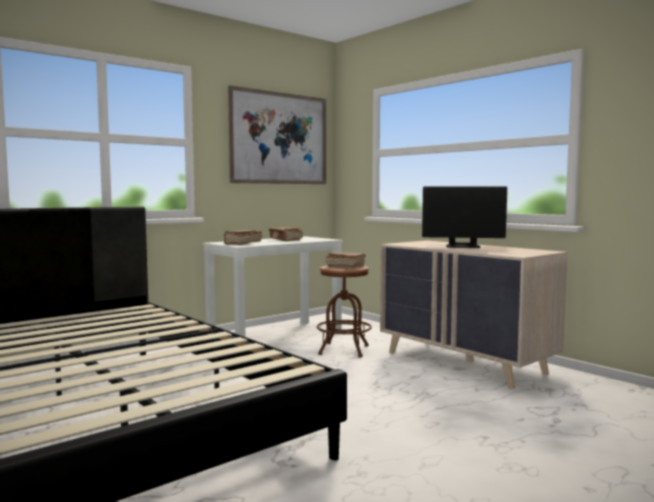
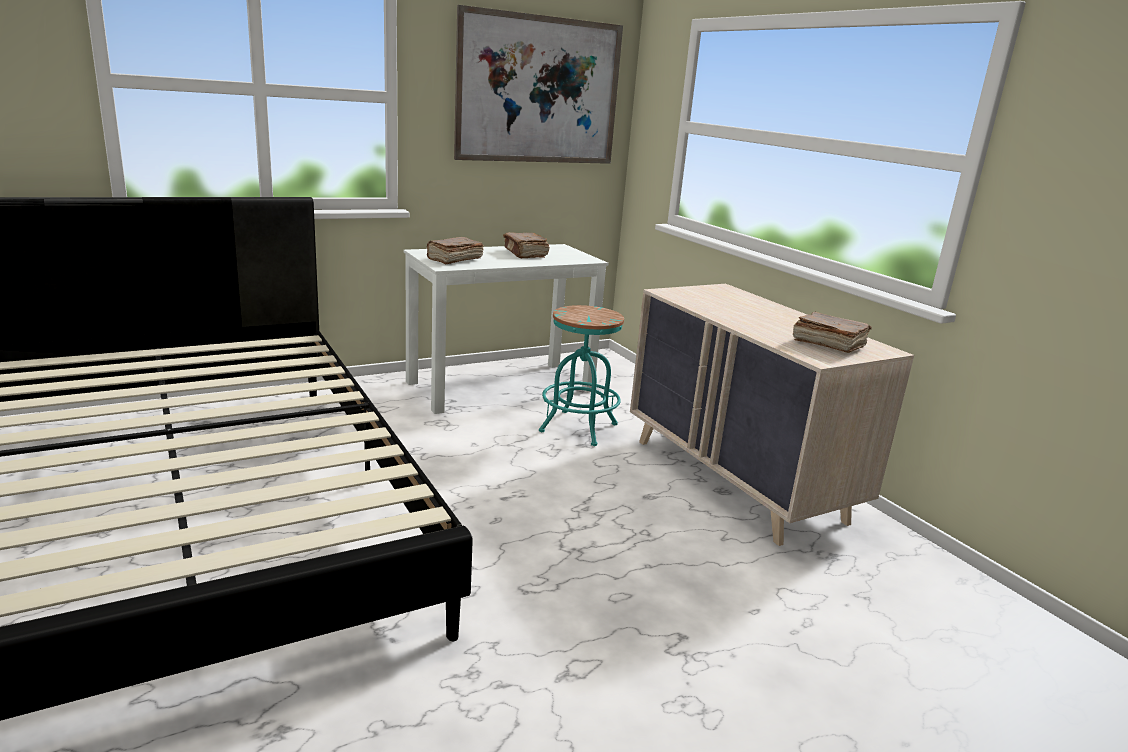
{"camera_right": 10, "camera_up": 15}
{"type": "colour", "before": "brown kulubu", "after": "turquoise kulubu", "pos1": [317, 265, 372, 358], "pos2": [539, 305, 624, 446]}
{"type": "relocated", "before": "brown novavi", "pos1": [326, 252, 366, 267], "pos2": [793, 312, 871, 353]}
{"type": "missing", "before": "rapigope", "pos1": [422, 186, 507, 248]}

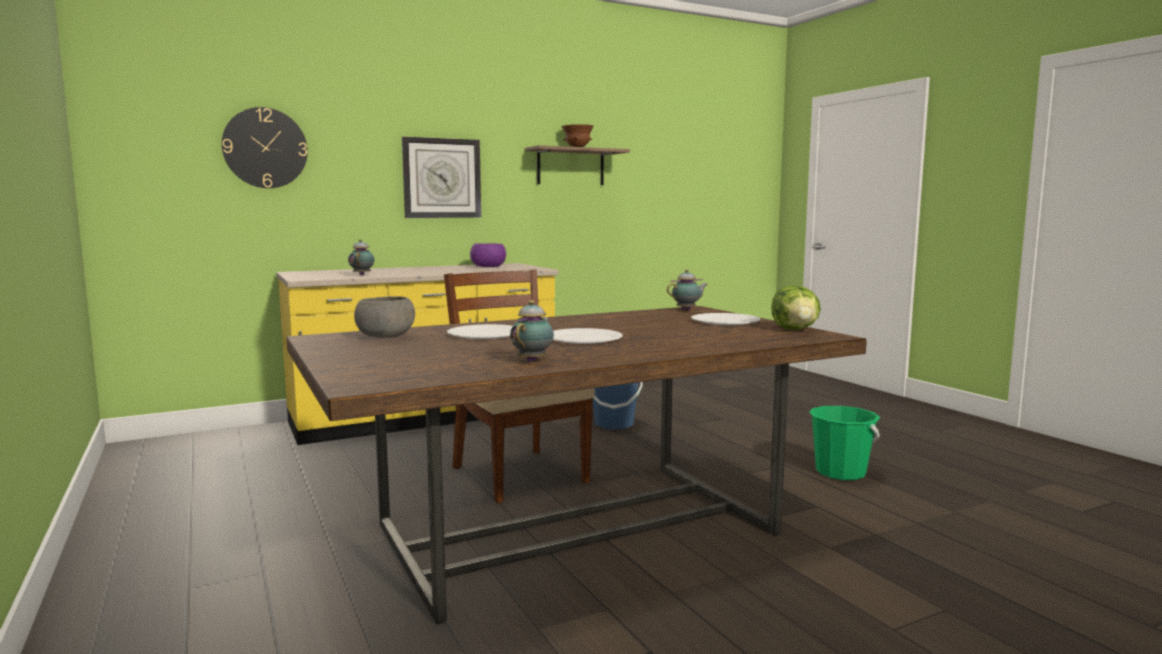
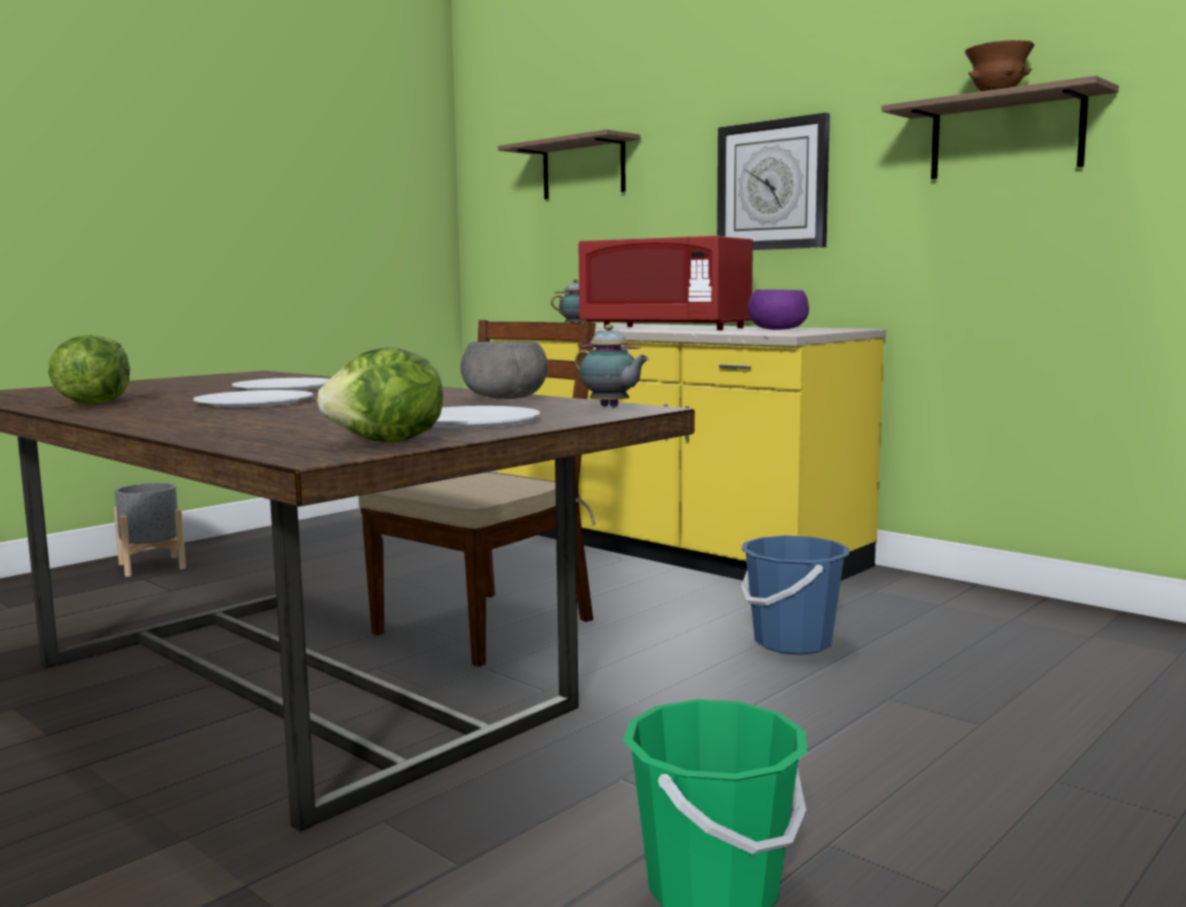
{"camera_right": 70, "camera_up": 0}
{"type": "exchanged", "before": "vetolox", "after": "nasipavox", "pos1": [222, 107, 308, 188], "pos2": [498, 129, 640, 199]}
{"type": "relocated", "before": "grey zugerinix", "pos1": [354, 296, 415, 338], "pos2": [461, 341, 548, 399]}
{"type": "exchanged", "before": "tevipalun", "after": "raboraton", "pos1": [510, 300, 554, 362], "pos2": [48, 335, 130, 404]}
{"type": "appeared", "after": "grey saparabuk", "pos2": [114, 483, 186, 577]}
{"type": "appeared", "after": "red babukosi", "pos2": [578, 235, 753, 330]}

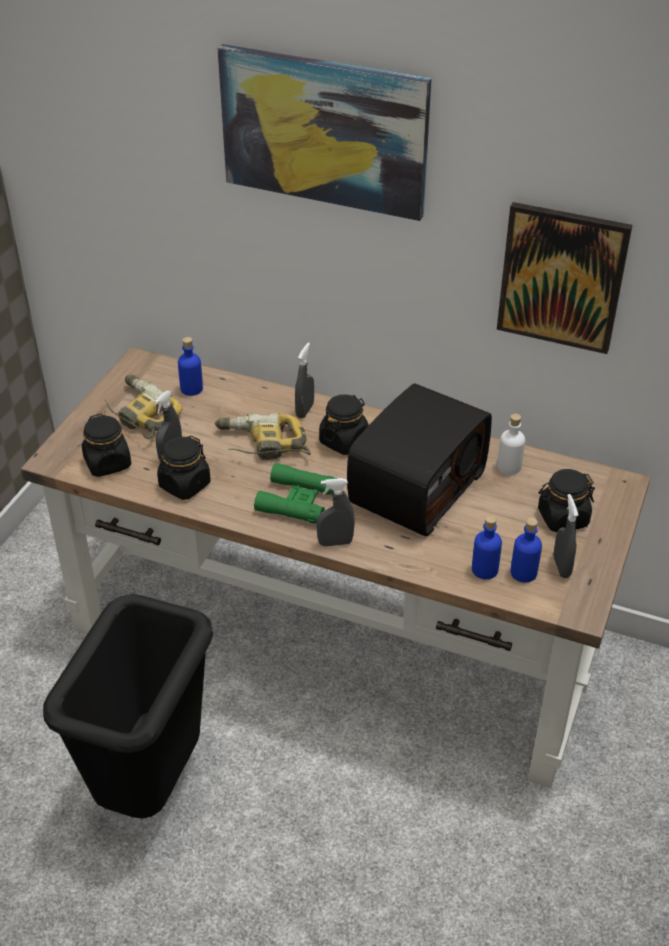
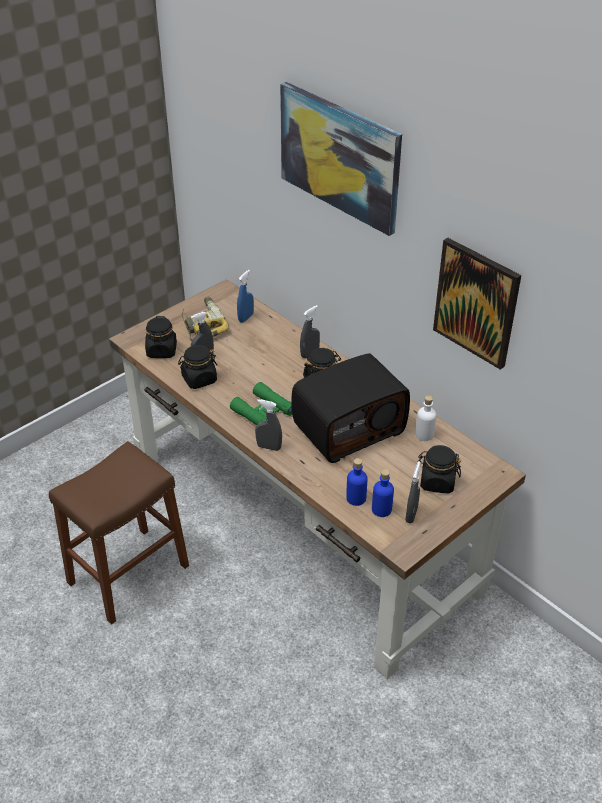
{"camera_right": 25, "camera_up": 0}
{"type": "exchanged", "before": "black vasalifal", "after": "brown kulubu", "pos1": [43, 594, 213, 819], "pos2": [49, 441, 189, 624]}
{"type": "exchanged", "before": "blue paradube", "after": "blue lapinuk", "pos1": [178, 337, 203, 396], "pos2": [237, 270, 254, 323]}
{"type": "missing", "before": "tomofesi", "pos1": [215, 413, 311, 460]}

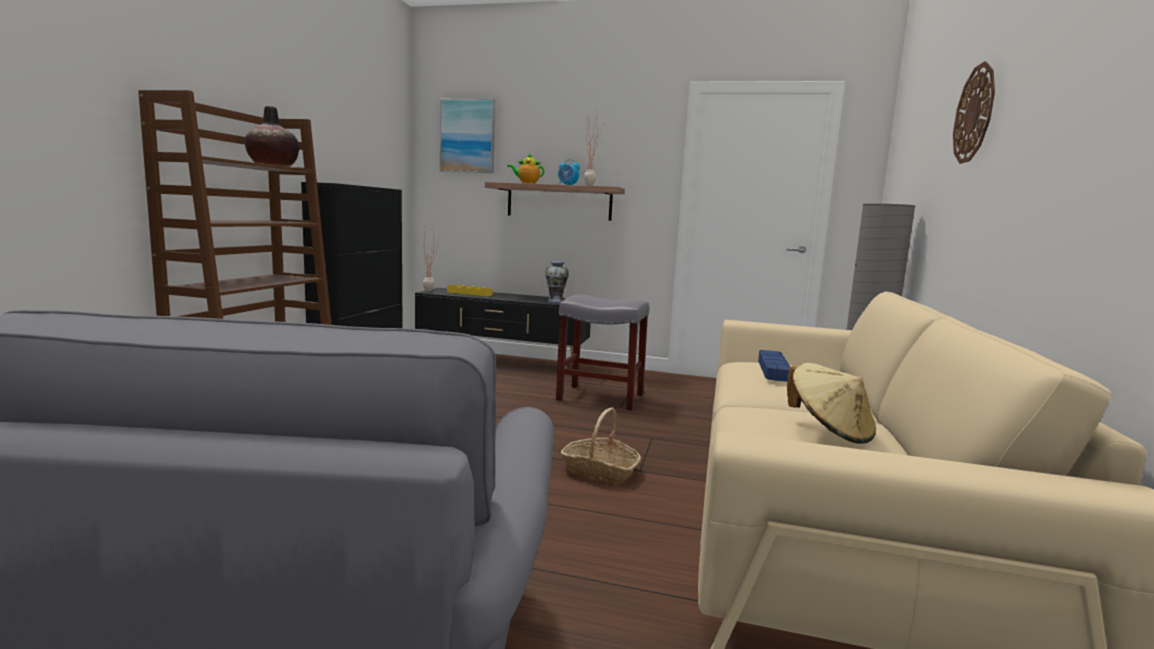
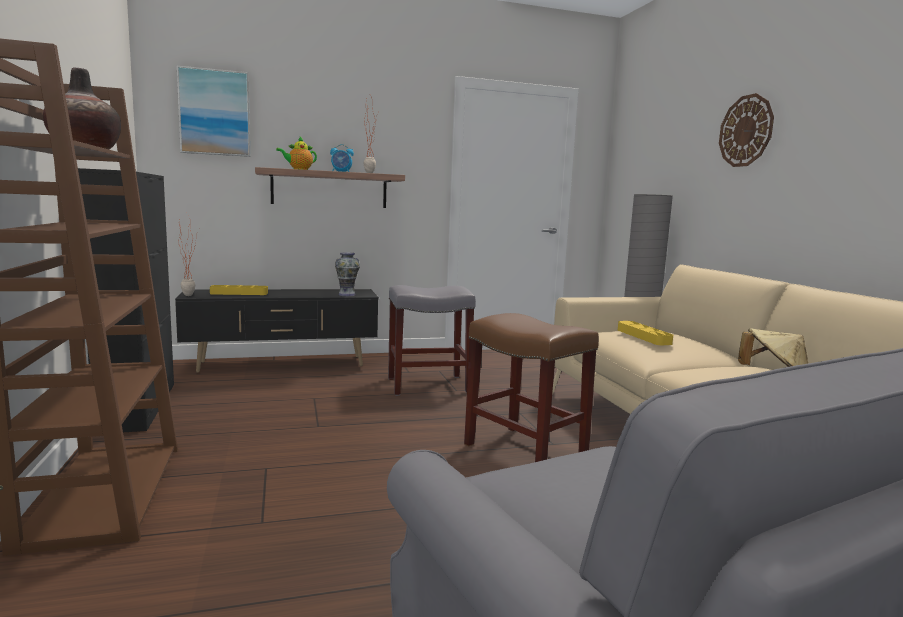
{"camera_right": -30, "camera_up": 0}
{"type": "exchanged", "before": "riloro", "after": "brown kulubu", "pos1": [561, 407, 641, 484], "pos2": [464, 313, 599, 462]}
{"type": "colour", "before": "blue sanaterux", "after": "yellow sanaterux", "pos1": [758, 350, 790, 382], "pos2": [618, 321, 673, 345]}

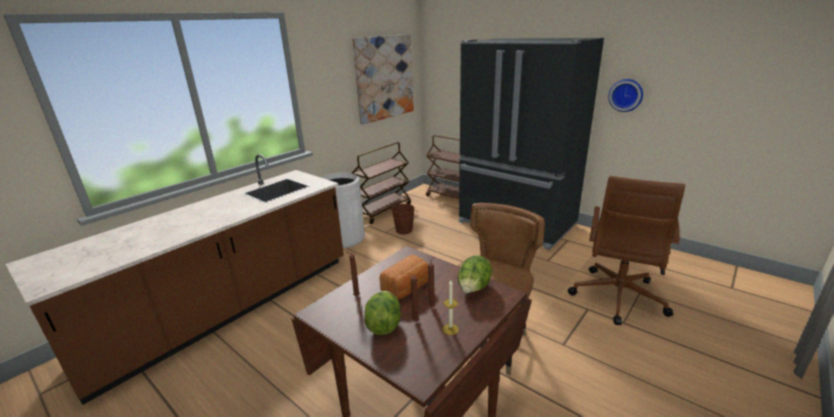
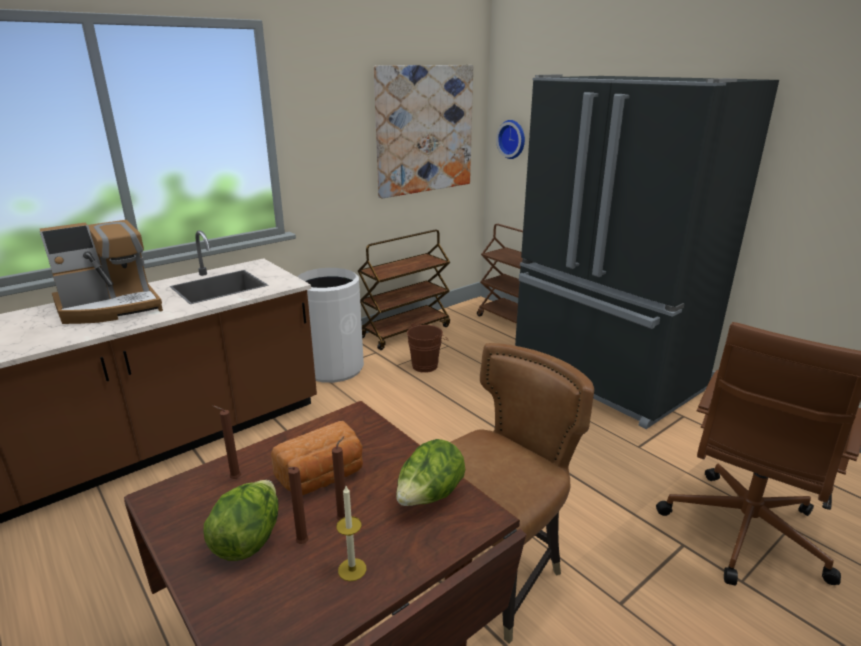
{"camera_right": 10, "camera_up": 0}
{"type": "relocated", "before": "vetolox", "pos1": [608, 79, 643, 112], "pos2": [496, 120, 525, 159]}
{"type": "appeared", "after": "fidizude", "pos2": [40, 220, 163, 324]}

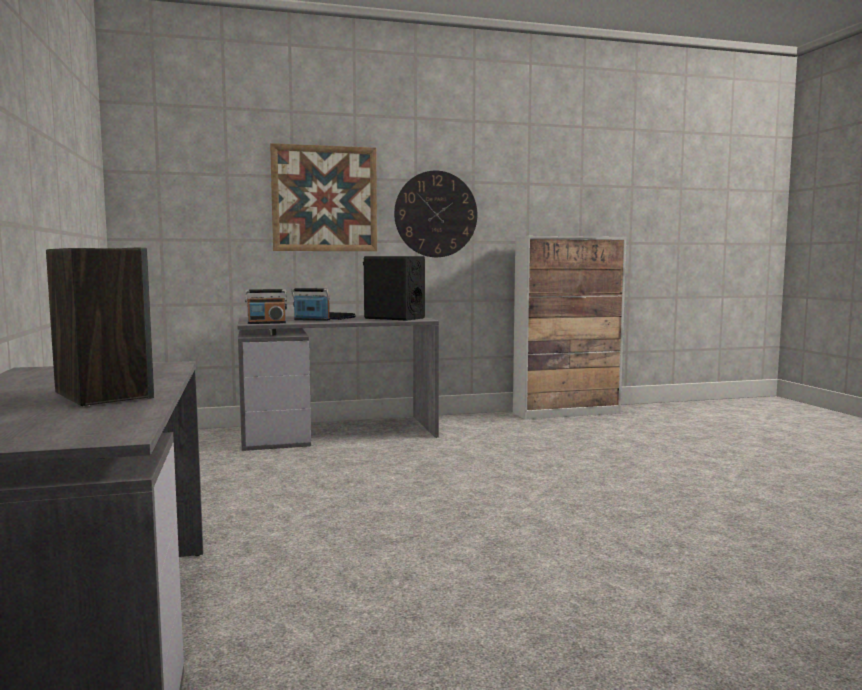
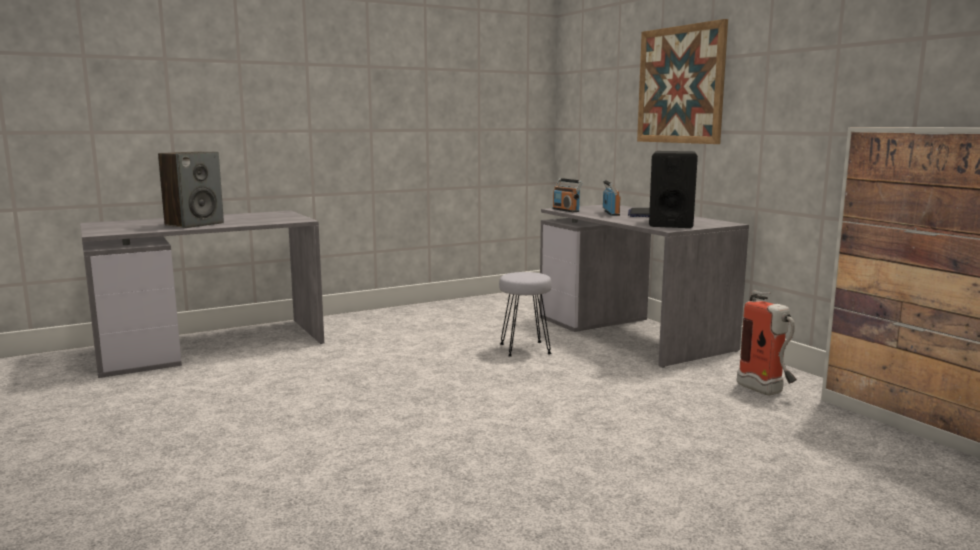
{"camera_right": 75, "camera_up": 5}
{"type": "missing", "before": "vetolox", "pos1": [394, 171, 477, 257]}
{"type": "appeared", "after": "grey kulubu", "pos2": [499, 272, 552, 357]}
{"type": "appeared", "after": "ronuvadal", "pos2": [737, 290, 797, 395]}

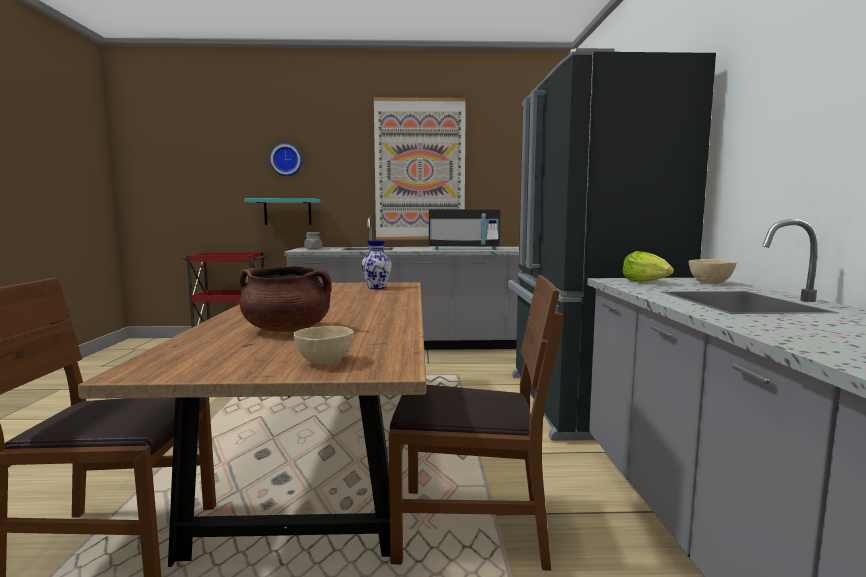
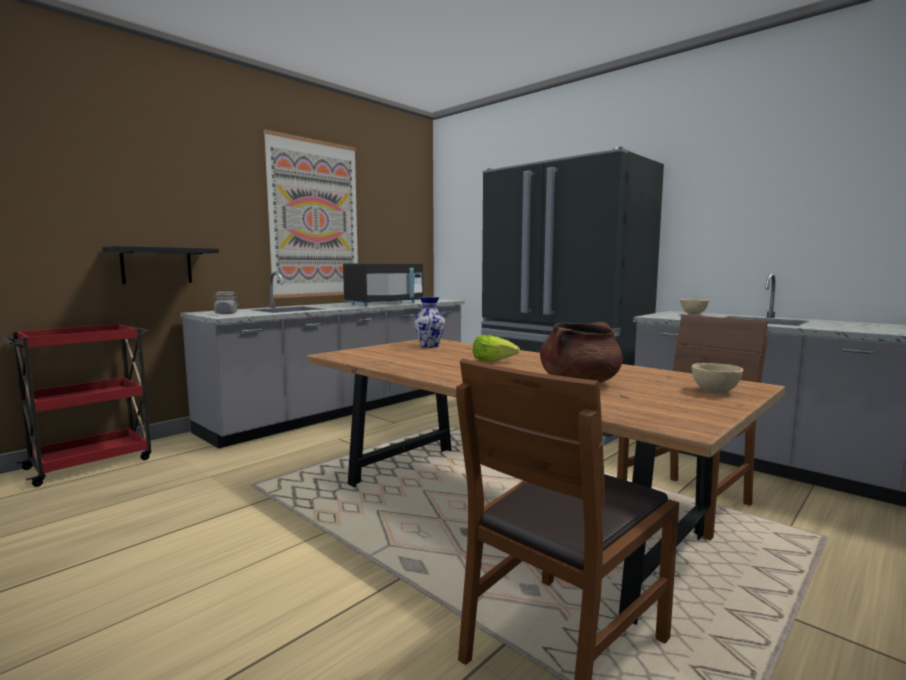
{"camera_right": -45, "camera_up": 0}
{"type": "colour", "before": "turquoise nasipavox", "after": "black nasipavox", "pos1": [244, 198, 320, 225], "pos2": [103, 246, 219, 284]}
{"type": "missing", "before": "vetolox", "pos1": [270, 143, 302, 176]}
{"type": "relocated", "before": "raboraton", "pos1": [622, 251, 674, 282], "pos2": [473, 335, 520, 361]}

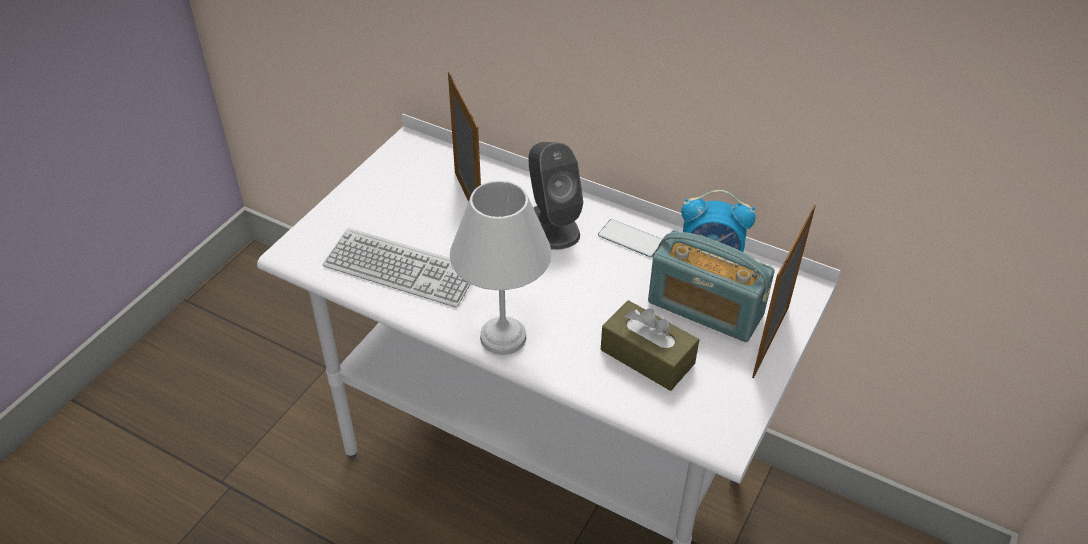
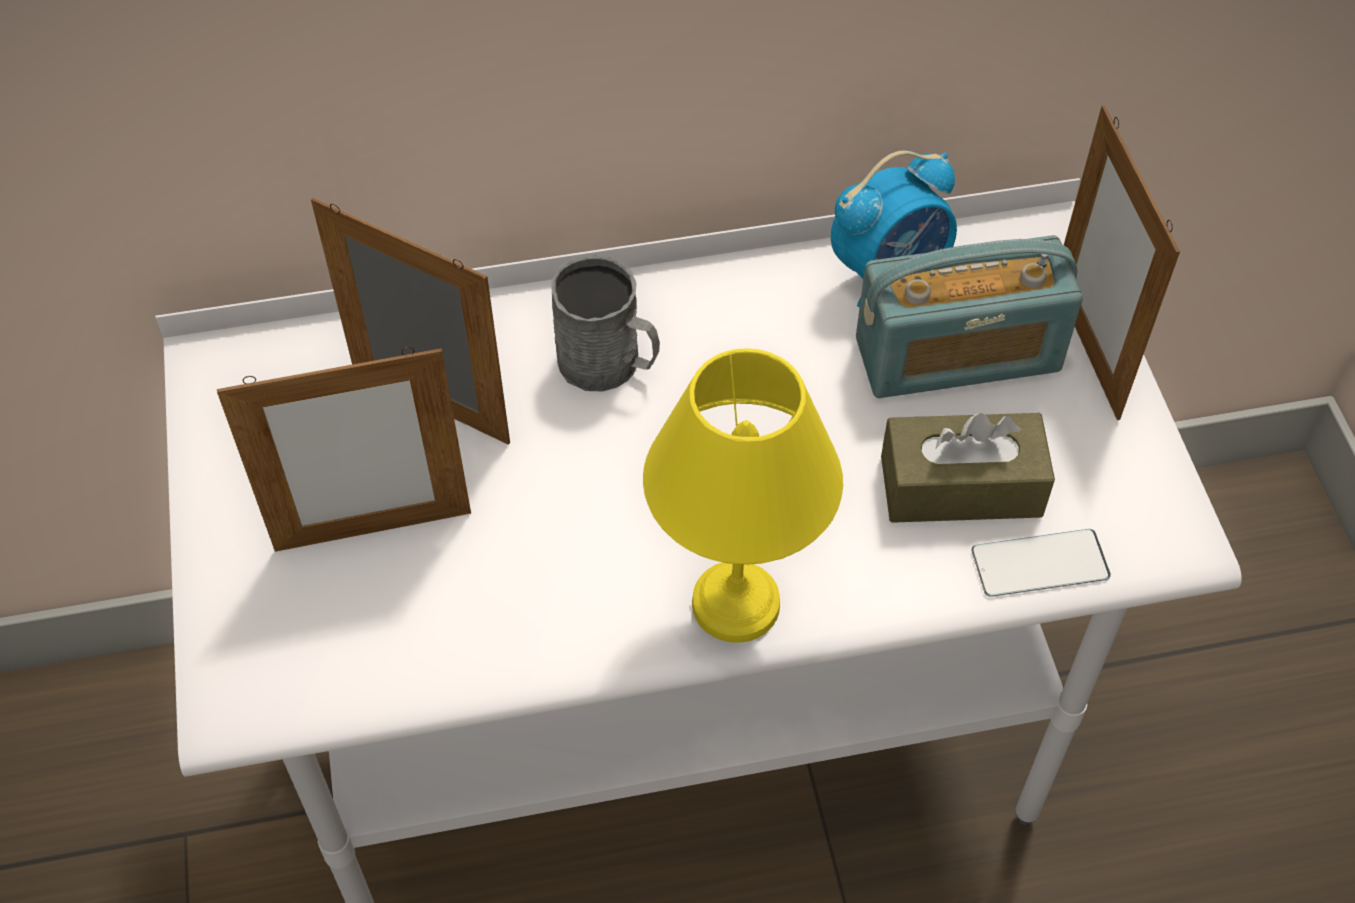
{"camera_right": -40, "camera_up": 10}
{"type": "missing", "before": "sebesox", "pos1": [323, 228, 471, 308]}
{"type": "colour", "before": "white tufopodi", "after": "yellow tufopodi", "pos1": [450, 181, 552, 355], "pos2": [643, 348, 843, 643]}
{"type": "exchanged", "before": "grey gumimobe", "after": "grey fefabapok", "pos1": [529, 142, 583, 250], "pos2": [552, 255, 660, 391]}
{"type": "relocated", "before": "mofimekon", "pos1": [598, 219, 662, 257], "pos2": [972, 529, 1111, 597]}
{"type": "appeared", "after": "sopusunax", "pos2": [217, 347, 471, 552]}

